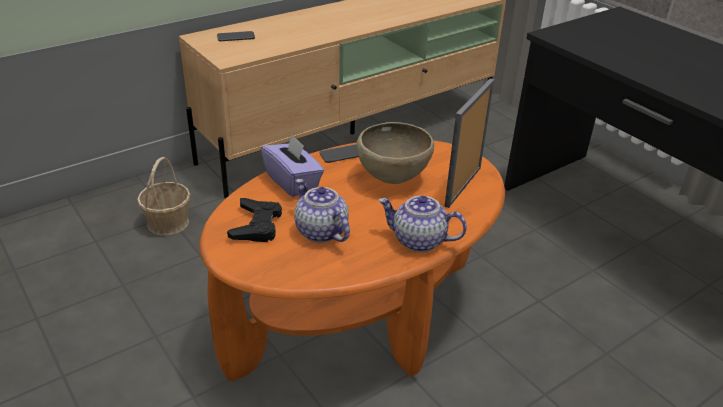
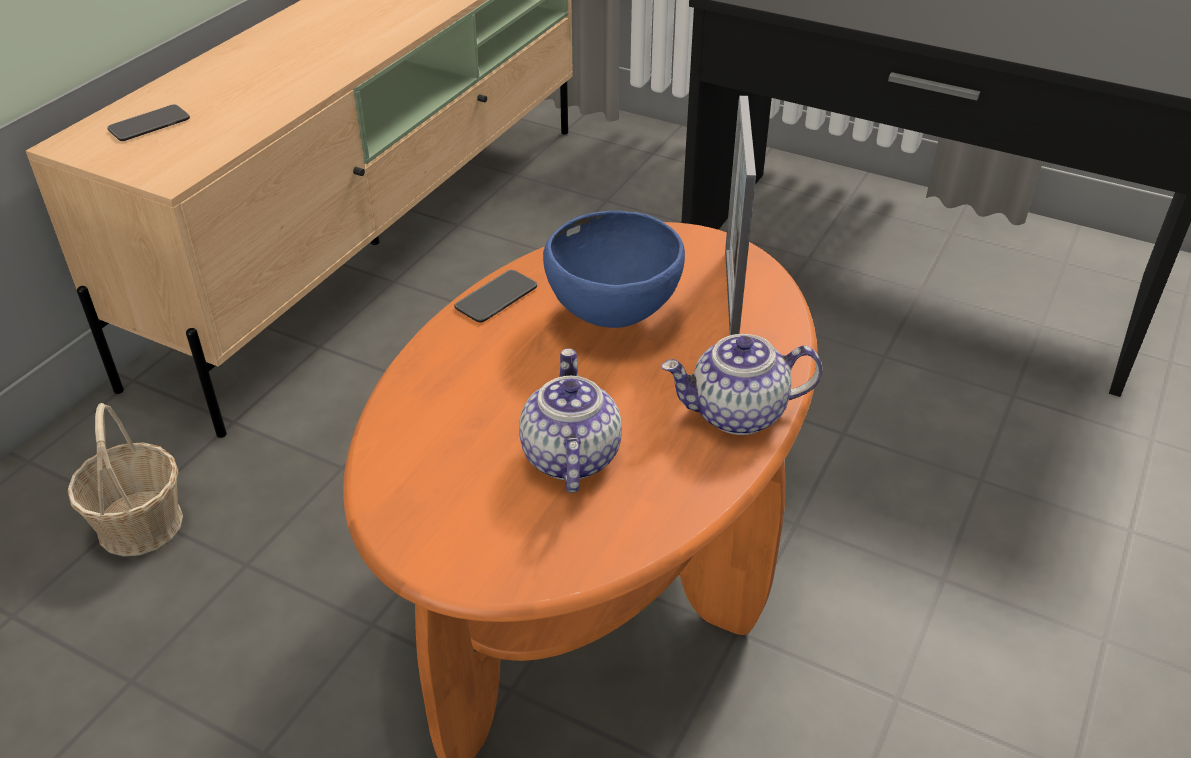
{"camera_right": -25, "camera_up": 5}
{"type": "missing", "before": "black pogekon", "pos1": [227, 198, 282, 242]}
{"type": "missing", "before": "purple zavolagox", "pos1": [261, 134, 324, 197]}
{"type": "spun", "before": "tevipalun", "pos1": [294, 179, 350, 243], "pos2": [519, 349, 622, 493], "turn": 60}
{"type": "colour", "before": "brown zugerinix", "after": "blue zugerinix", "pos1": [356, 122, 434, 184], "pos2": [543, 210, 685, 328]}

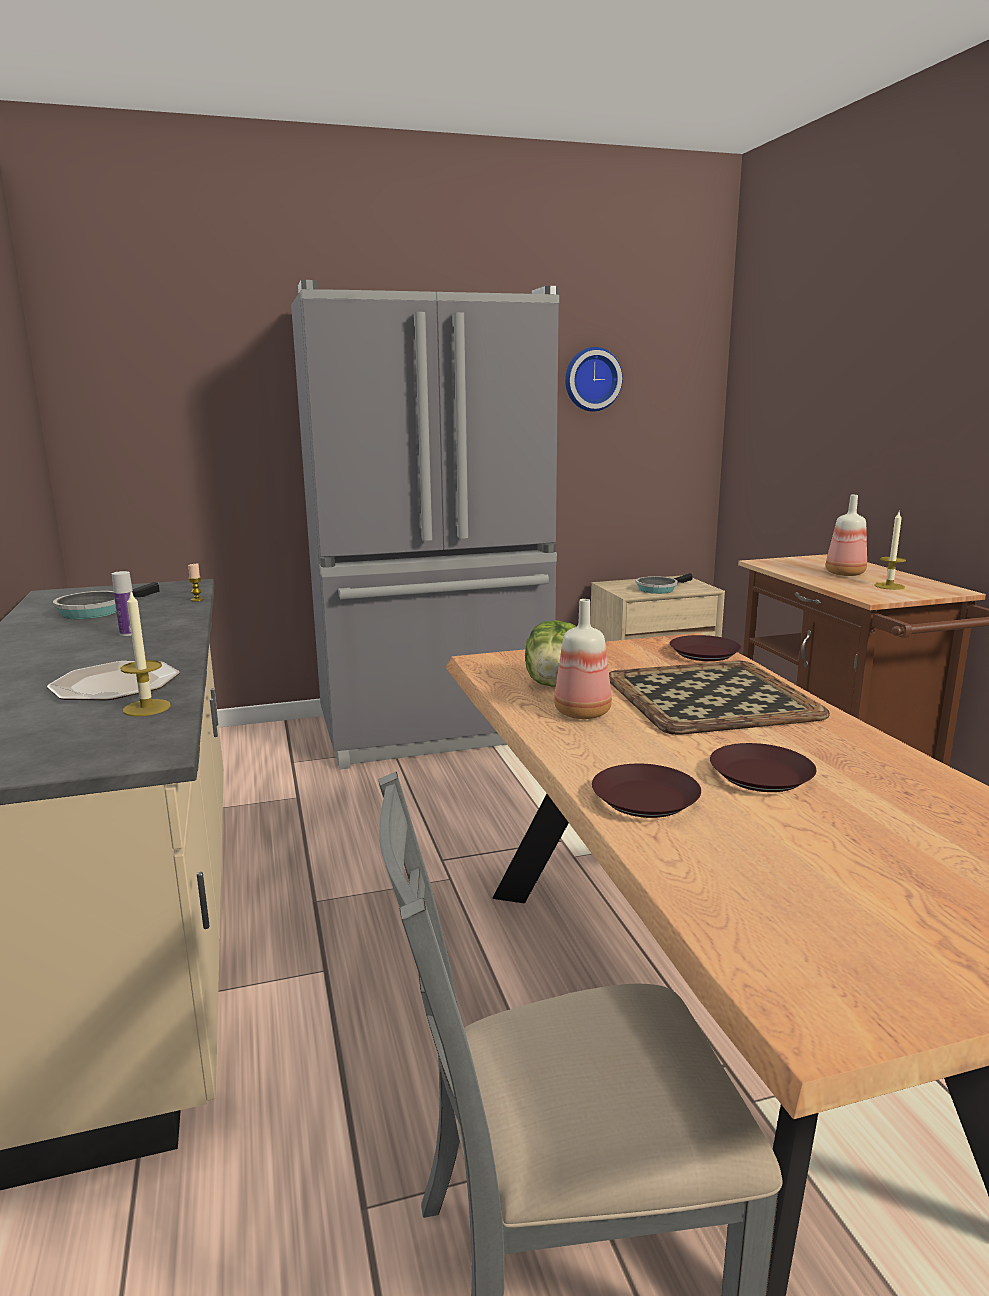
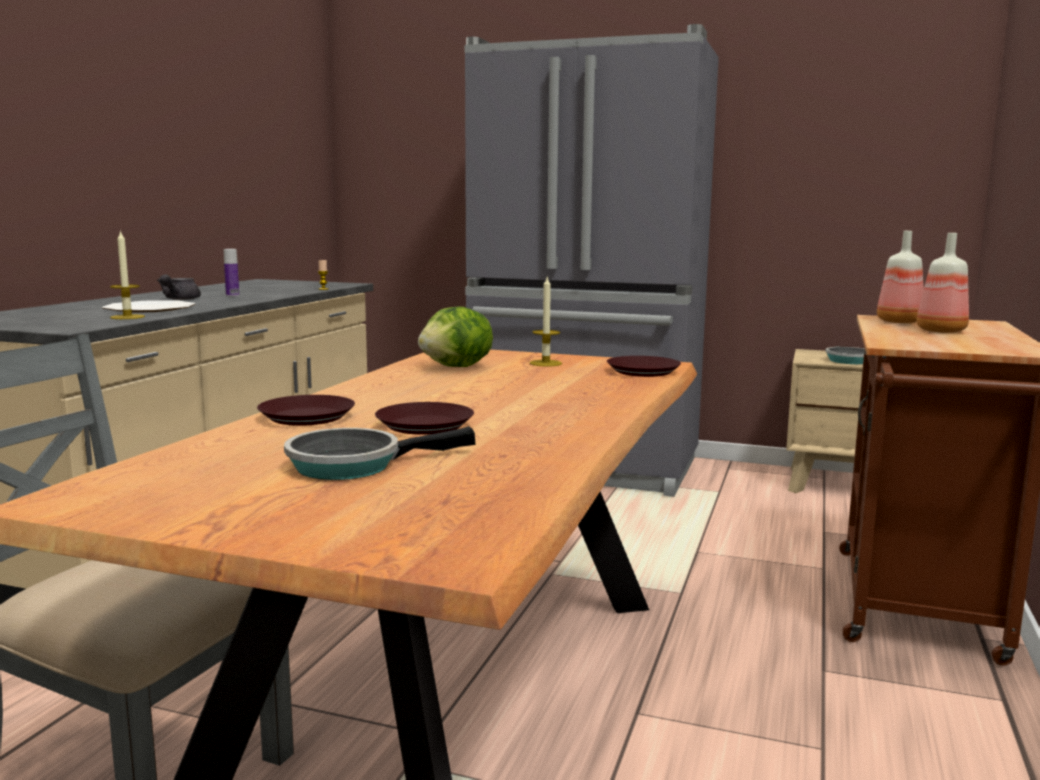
{"camera_right": 35, "camera_up": -5}
{"type": "relocated", "before": "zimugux", "pos1": [53, 582, 160, 619], "pos2": [284, 426, 476, 480]}
{"type": "relocated", "before": "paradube", "pos1": [554, 599, 612, 719], "pos2": [877, 231, 924, 323]}
{"type": "missing", "before": "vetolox", "pos1": [565, 347, 623, 411]}
{"type": "missing", "before": "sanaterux", "pos1": [609, 661, 830, 735]}
{"type": "relocated", "before": "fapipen", "pos1": [874, 512, 906, 590], "pos2": [530, 277, 562, 367]}
{"type": "appeared", "after": "grey tevipalun", "pos2": [157, 274, 201, 300]}

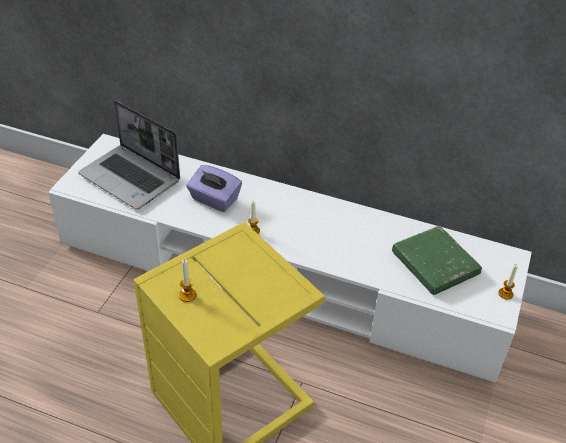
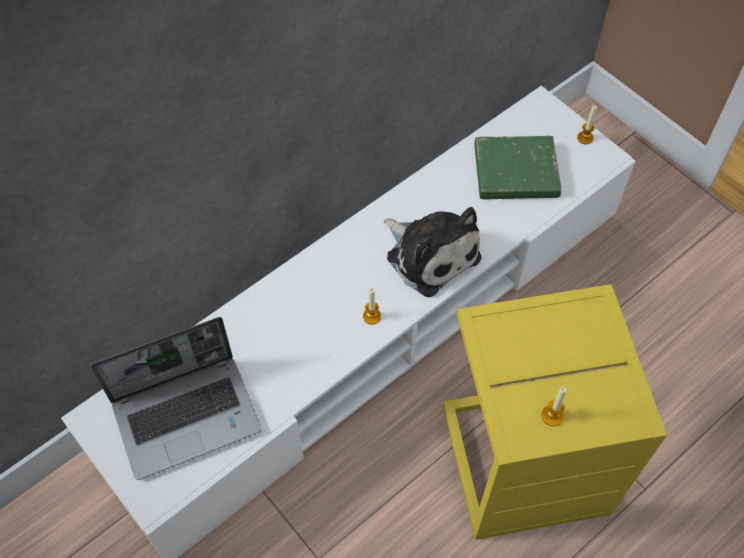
{"camera_right": -60, "camera_up": 15}
{"type": "missing", "before": "purple zavolagox", "pos1": [186, 165, 242, 212]}
{"type": "appeared", "after": "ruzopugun", "pos2": [384, 207, 481, 297]}

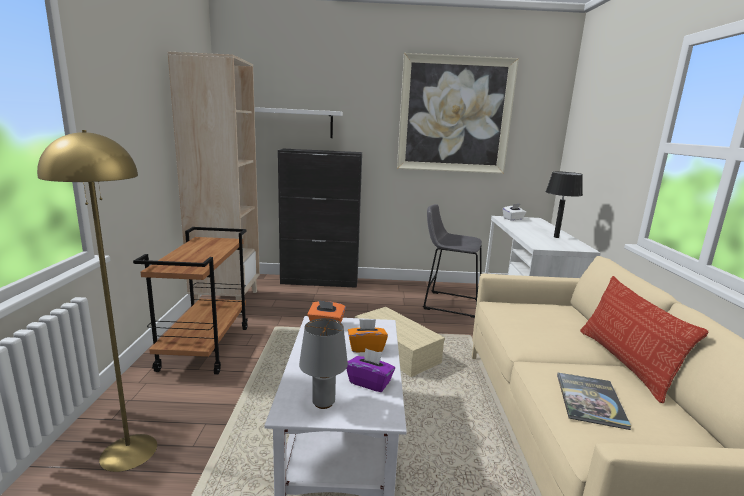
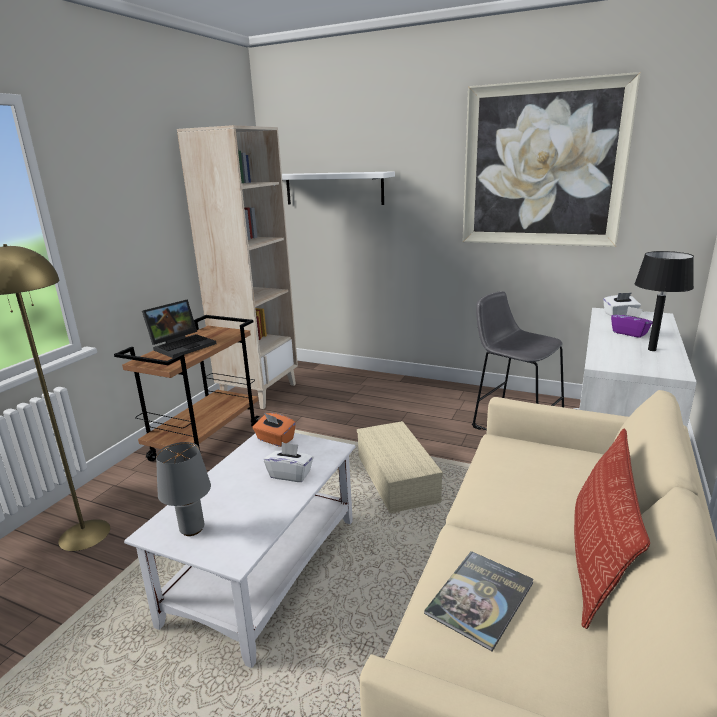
{"camera_right": 25, "camera_up": 5}
{"type": "missing", "before": "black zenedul", "pos1": [278, 149, 362, 288]}
{"type": "relocated", "before": "purple zavolagox", "pos1": [346, 348, 395, 392], "pos2": [611, 306, 653, 338]}
{"type": "colour", "before": "orange zavolagox", "after": "white zavolagox", "pos1": [348, 319, 388, 352], "pos2": [264, 442, 314, 482]}
{"type": "appeared", "after": "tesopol", "pos2": [142, 299, 217, 358]}

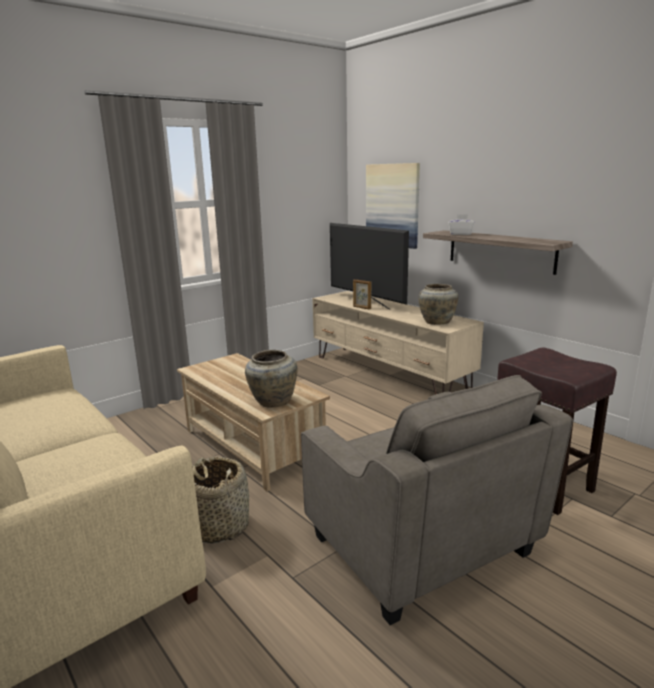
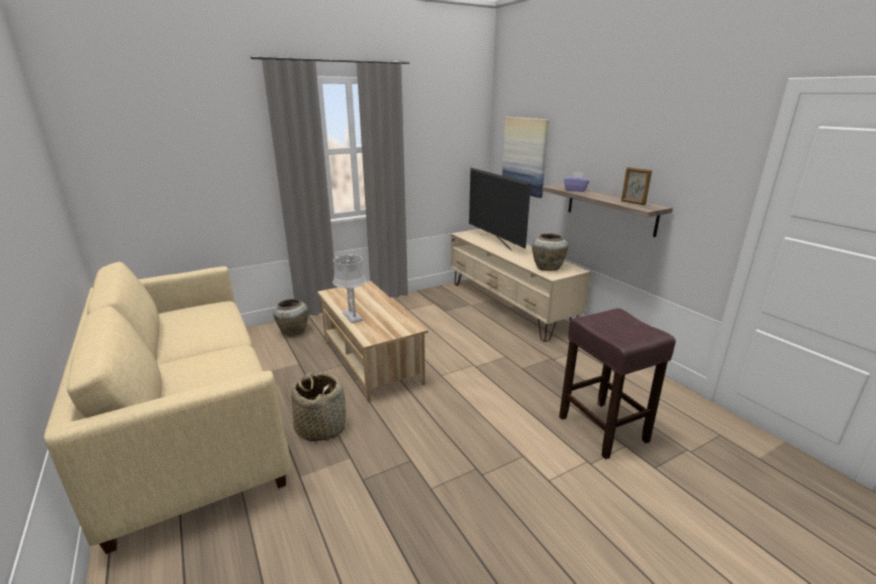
{"camera_right": 10, "camera_up": 5}
{"type": "relocated", "before": "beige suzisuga", "pos1": [245, 350, 297, 408], "pos2": [273, 299, 308, 336]}
{"type": "missing", "before": "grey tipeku", "pos1": [301, 375, 573, 625]}
{"type": "relocated", "before": "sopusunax", "pos1": [353, 279, 371, 310], "pos2": [621, 167, 652, 205]}
{"type": "colour", "before": "white zavolagox", "after": "purple zavolagox", "pos1": [449, 214, 475, 235], "pos2": [564, 172, 589, 192]}
{"type": "appeared", "after": "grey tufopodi", "pos2": [332, 255, 367, 323]}

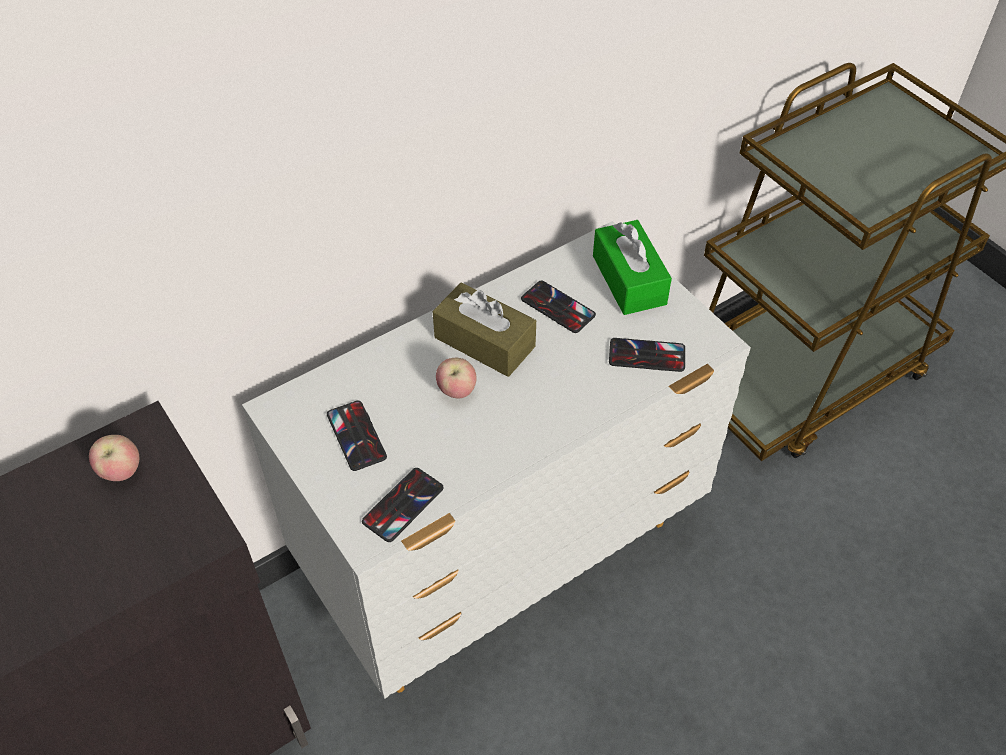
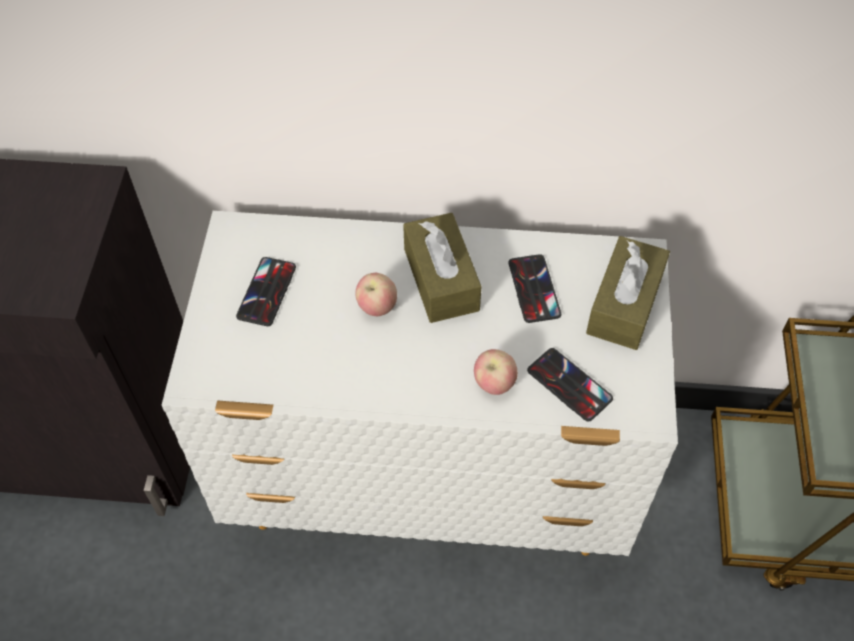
{"camera_right": 40, "camera_up": 5}
{"type": "relocated", "before": "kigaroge", "pos1": [89, 435, 139, 481], "pos2": [474, 349, 518, 395]}
{"type": "missing", "before": "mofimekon", "pos1": [362, 468, 444, 542]}
{"type": "colour", "before": "green zavolagox", "after": "brown zavolagox", "pos1": [593, 220, 672, 315], "pos2": [586, 236, 670, 350]}

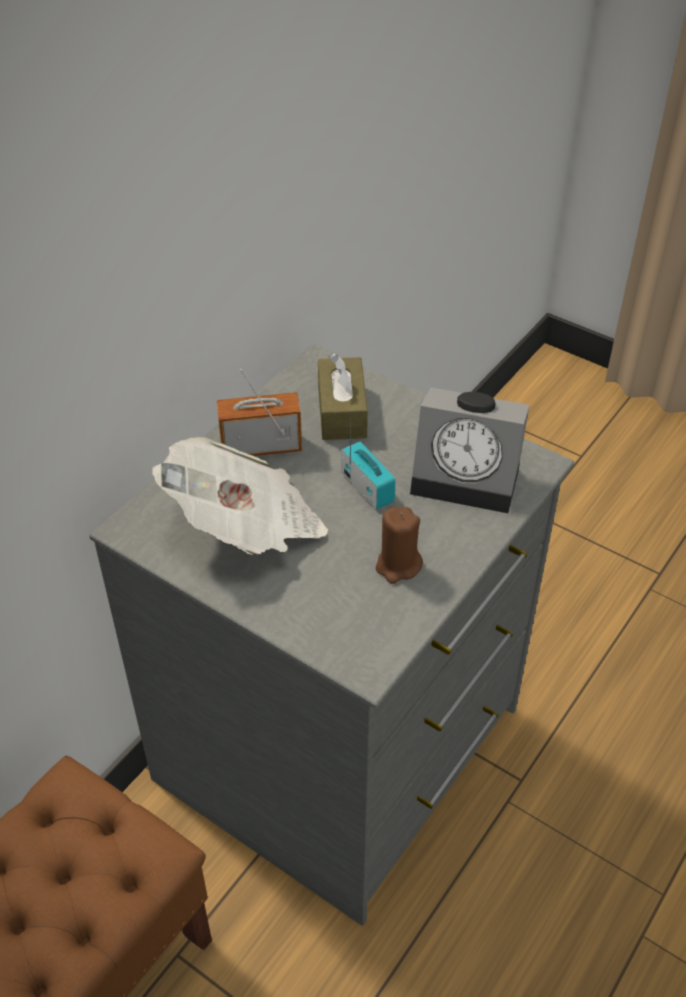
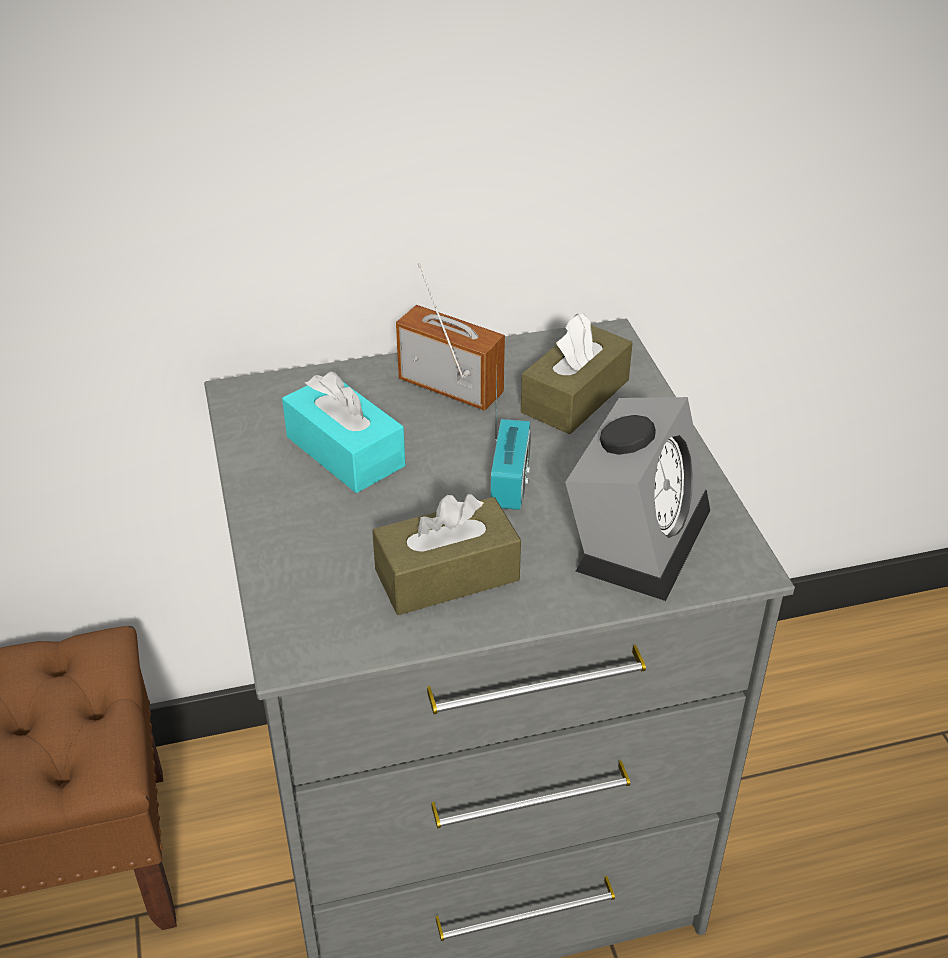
{"camera_right": 40, "camera_up": -5}
{"type": "exchanged", "before": "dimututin", "after": "turquoise zavolagox", "pos1": [152, 437, 328, 555], "pos2": [282, 371, 405, 493]}
{"type": "exchanged", "before": "brown fapipen", "after": "brown zavolagox", "pos1": [376, 507, 423, 584], "pos2": [372, 494, 521, 615]}
{"type": "spun", "before": "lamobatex", "pos1": [410, 388, 530, 513], "pos2": [565, 397, 710, 601], "turn": -120}

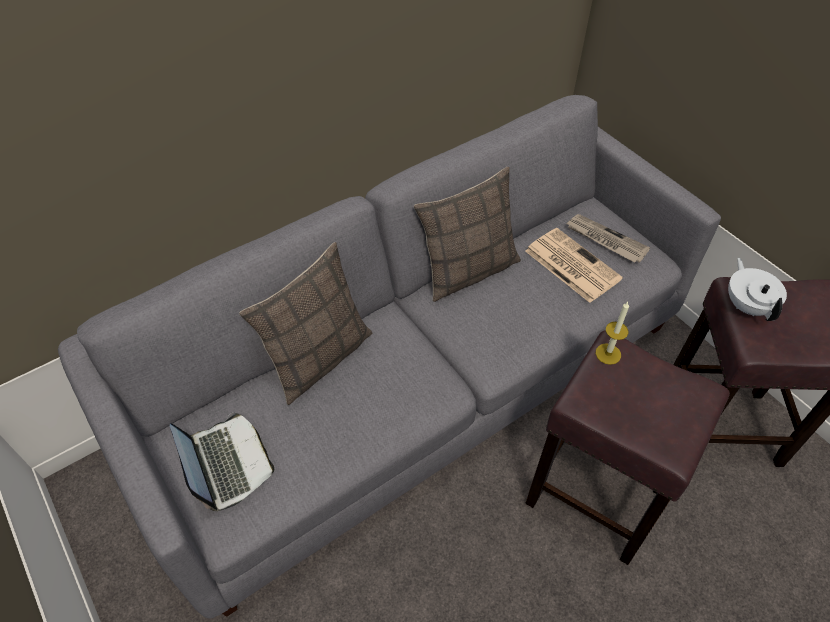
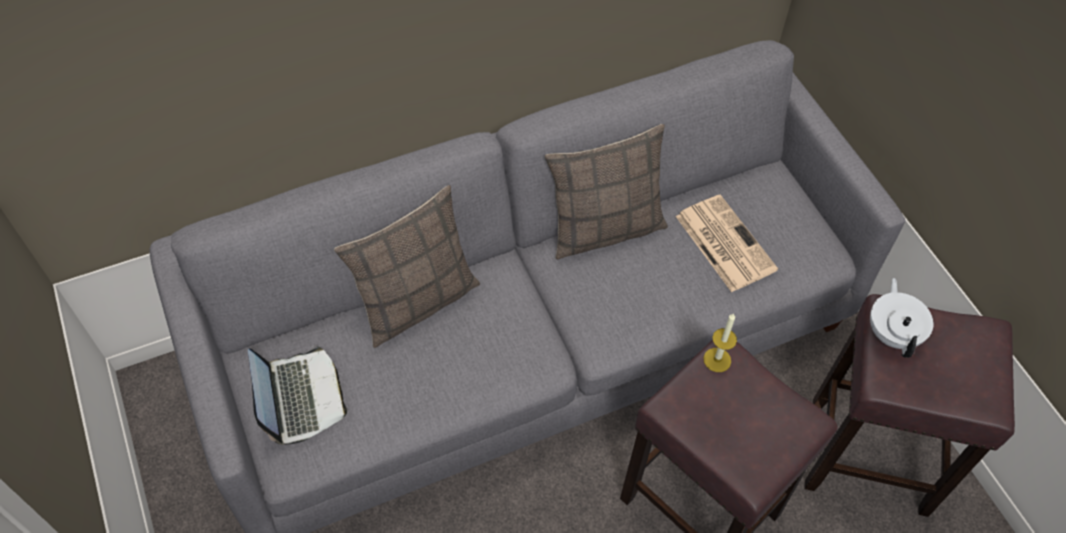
{"camera_right": 10, "camera_up": 5}
{"type": "missing", "before": "dimututin", "pos1": [566, 214, 650, 263]}

